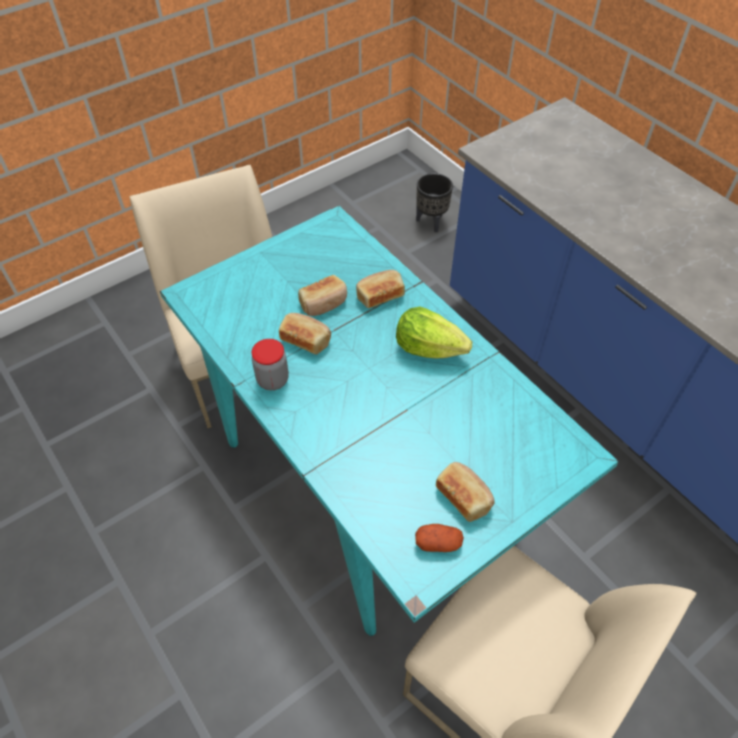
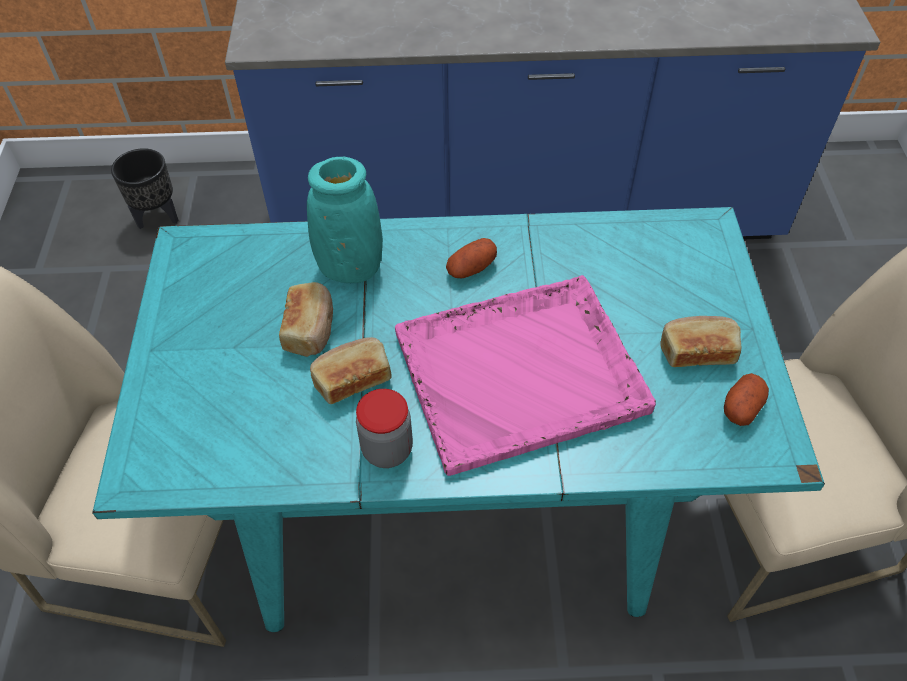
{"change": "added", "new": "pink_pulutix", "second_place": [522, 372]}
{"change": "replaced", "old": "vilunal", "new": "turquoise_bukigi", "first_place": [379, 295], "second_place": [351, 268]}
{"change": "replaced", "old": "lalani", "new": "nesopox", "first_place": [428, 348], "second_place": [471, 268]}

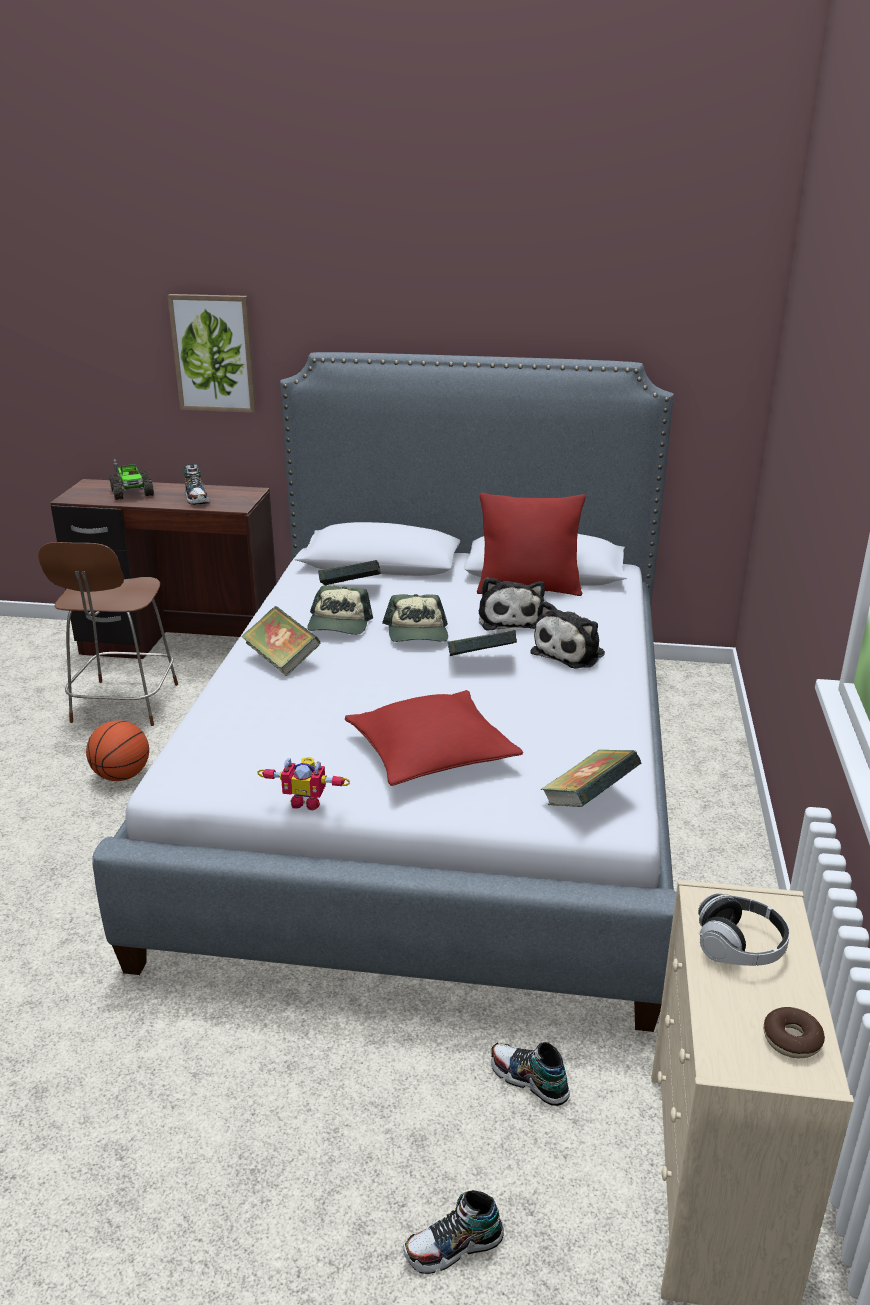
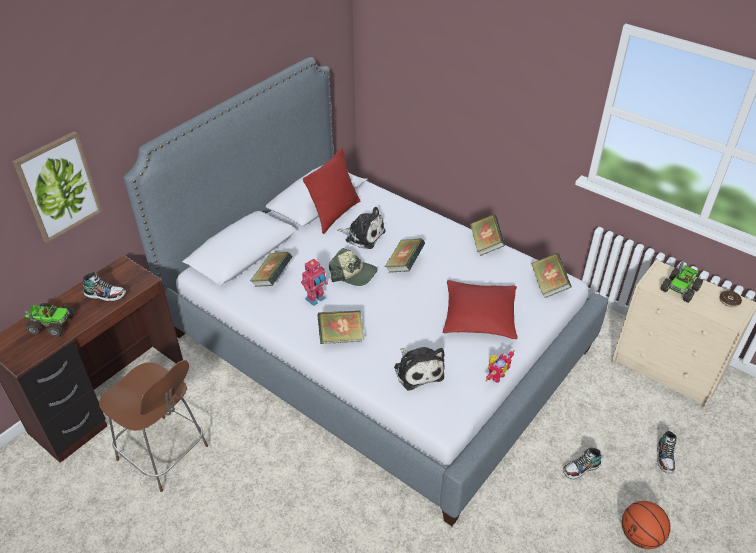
{"change": "added", "new": "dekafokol", "second_place": [485, 244]}
{"change": "moved", "old": "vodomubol", "first_place": [122, 776], "second_place": [640, 536]}
{"change": "moved", "old": "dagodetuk", "first_place": [528, 1080], "second_place": [581, 469]}
{"change": "moved", "old": "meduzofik", "first_place": [571, 652], "second_place": [418, 370]}
{"change": "replaced", "old": "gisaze", "new": "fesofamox", "first_place": [339, 625], "second_place": [316, 299]}
{"change": "replaced", "old": "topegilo", "new": "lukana", "first_place": [739, 947], "second_place": [680, 289]}

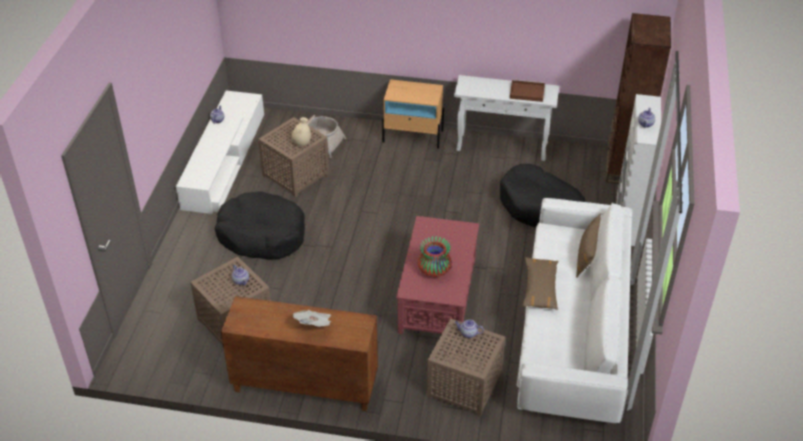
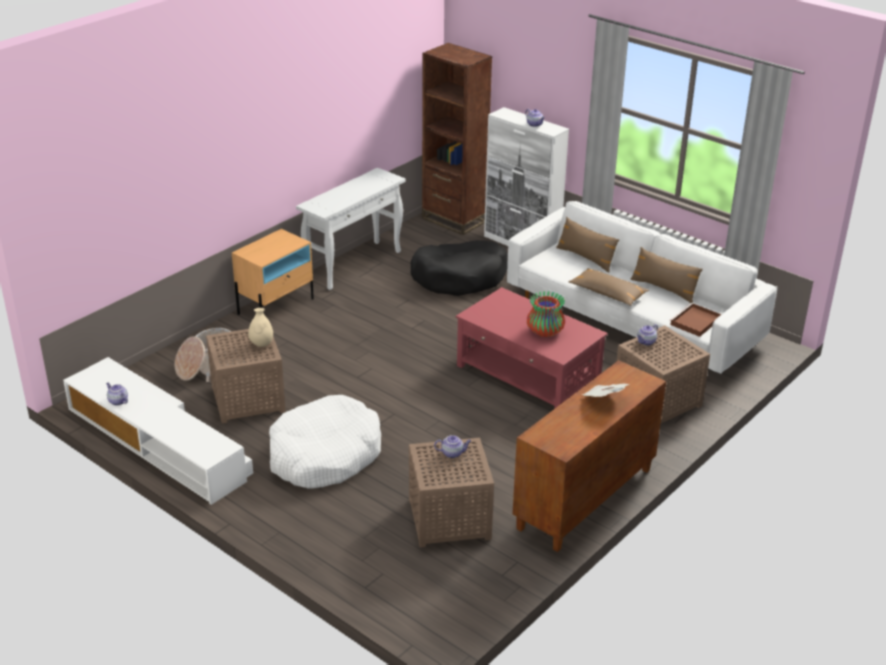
{"change": "added", "new": "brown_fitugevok", "second_place": [664, 289]}
{"change": "moved", "old": "brown_pulutix", "first_place": [526, 92], "second_place": [695, 322]}
{"change": "recoloured", "old": "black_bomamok", "new": "white_bomamok", "first_place": [262, 235], "second_place": [324, 455]}

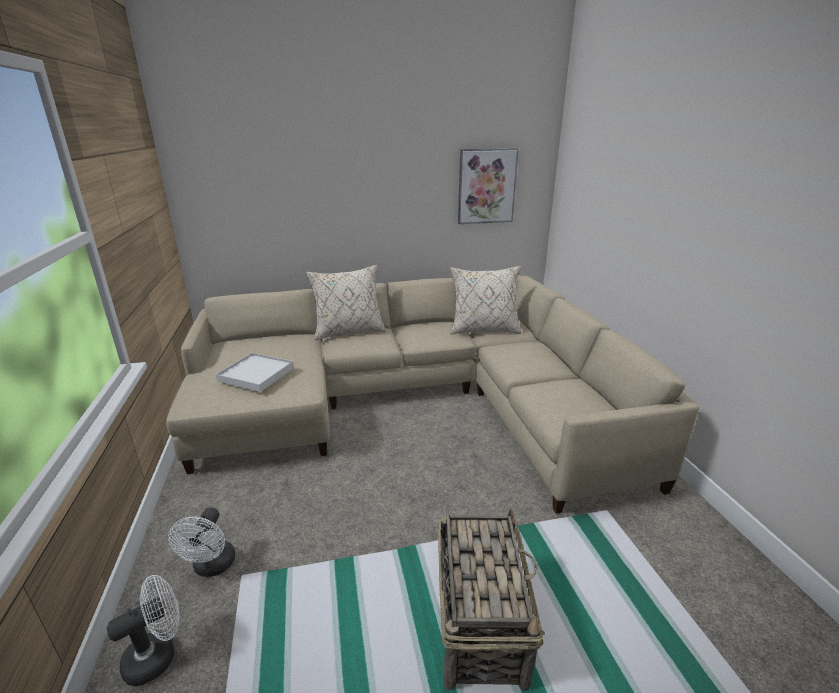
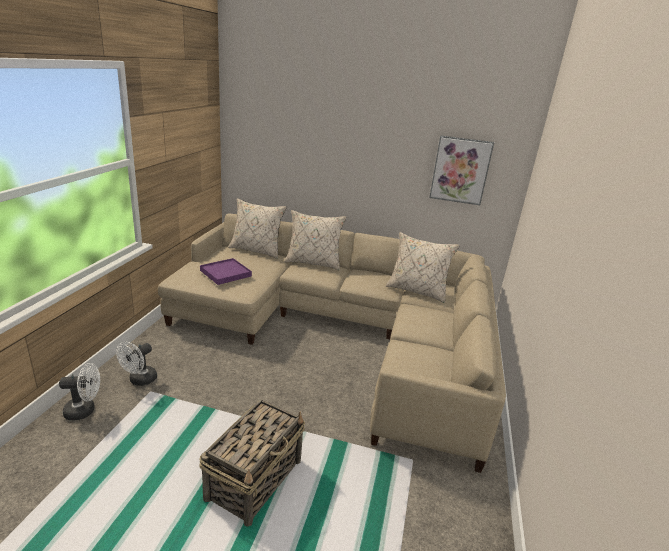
{"change": "added", "new": "beige_fitugevok", "second_place": [256, 250]}
{"change": "recoloured", "old": "white_pulutix", "new": "purple_pulutix", "first_place": [256, 374], "second_place": [225, 273]}

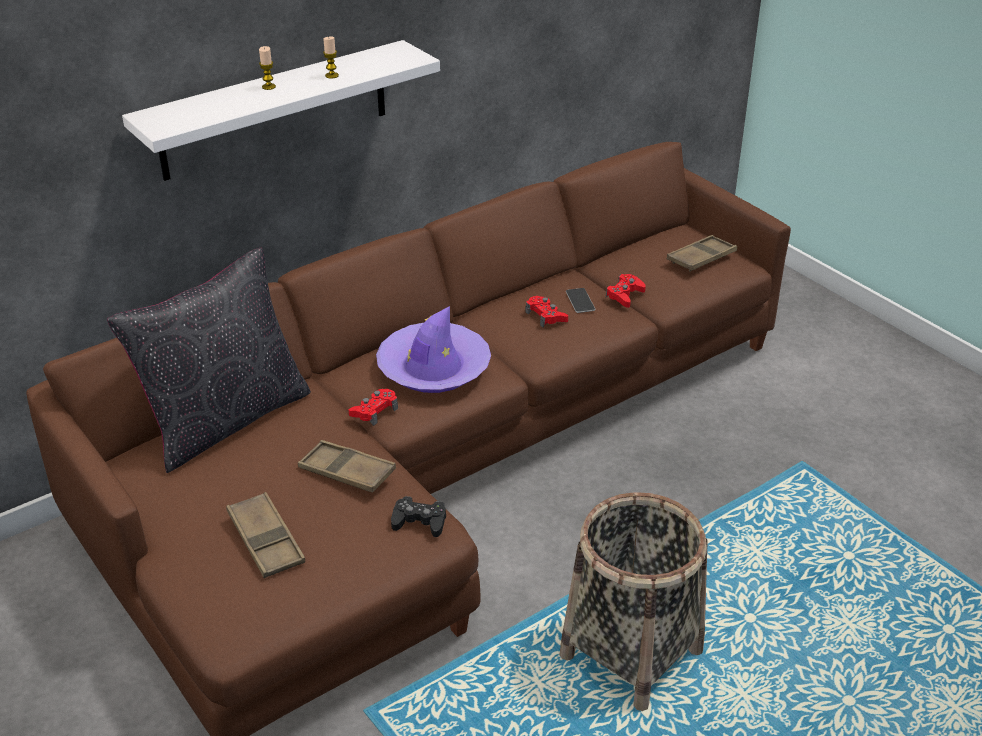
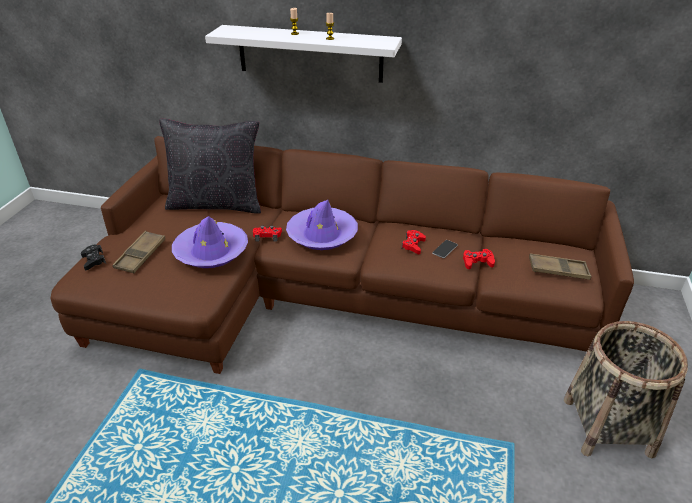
{"change": "moved", "old": "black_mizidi", "first_place": [419, 521], "second_place": [94, 260]}
{"change": "moved", "old": "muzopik", "first_place": [631, 654], "second_place": [607, 427]}
{"change": "replaced", "old": "brown_pulutix", "new": "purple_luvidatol", "first_place": [347, 472], "second_place": [211, 251]}

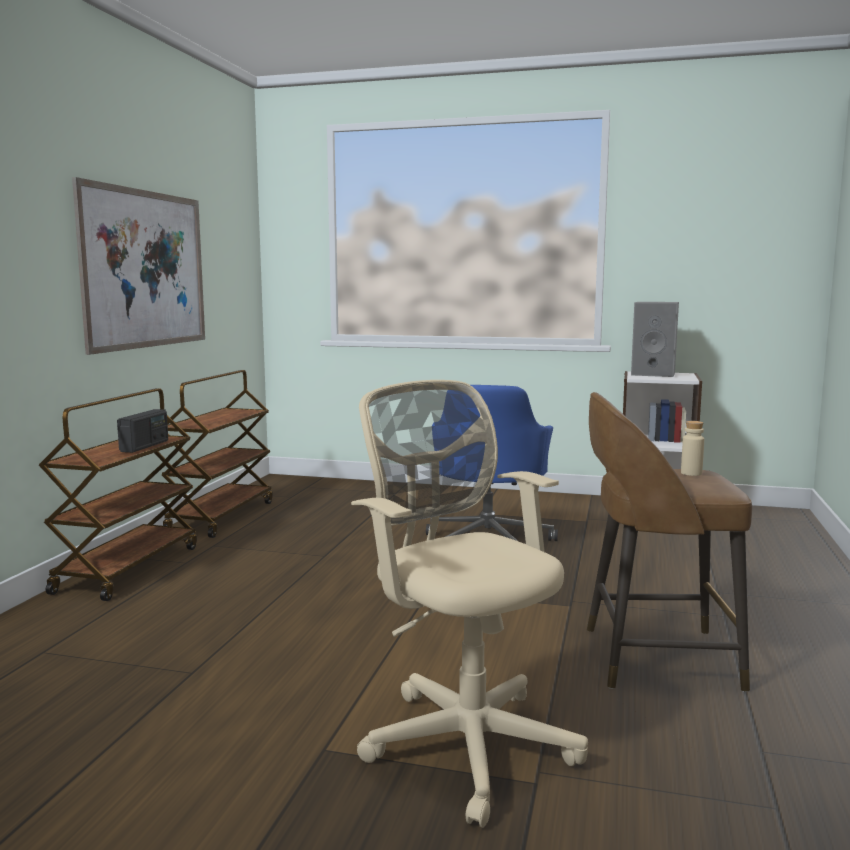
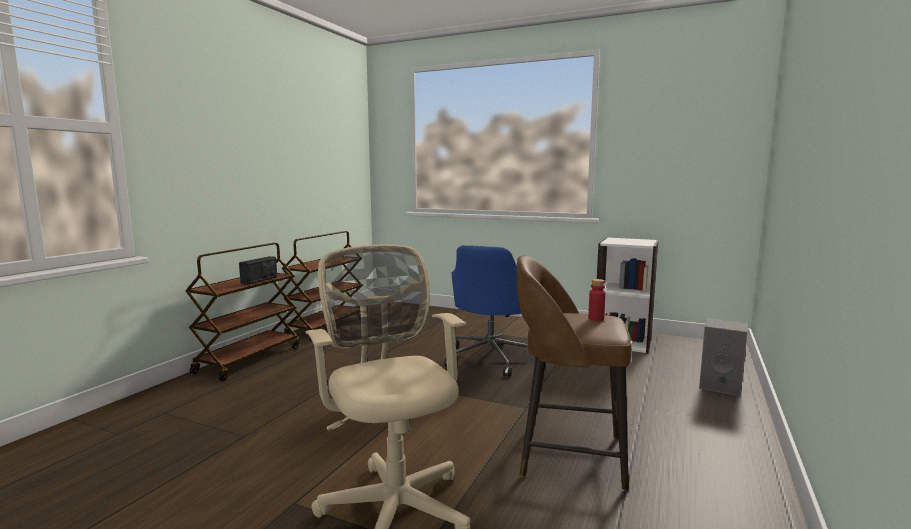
{"change": "removed", "old": "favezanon", "first_place": [146, 269]}
{"change": "moved", "old": "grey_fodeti", "first_place": [654, 374], "second_place": [721, 386]}
{"change": "recoloured", "old": "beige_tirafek", "new": "red_tirafek", "first_place": [691, 473], "second_place": [596, 319]}

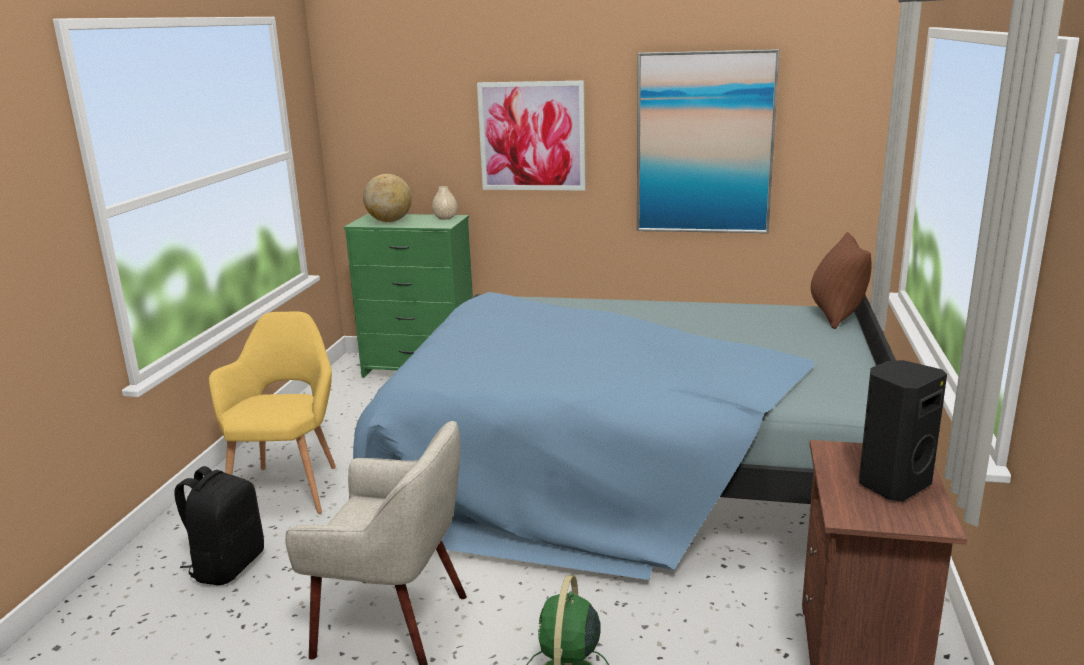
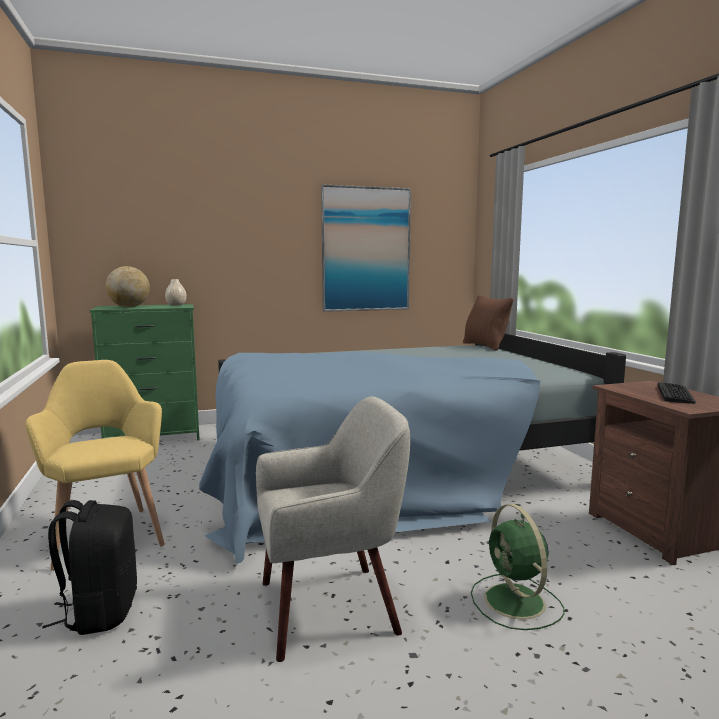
{"change": "removed", "old": "favezanon", "first_place": [532, 136]}
{"change": "replaced", "old": "black_fodeti", "new": "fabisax", "first_place": [891, 484], "second_place": [675, 394]}

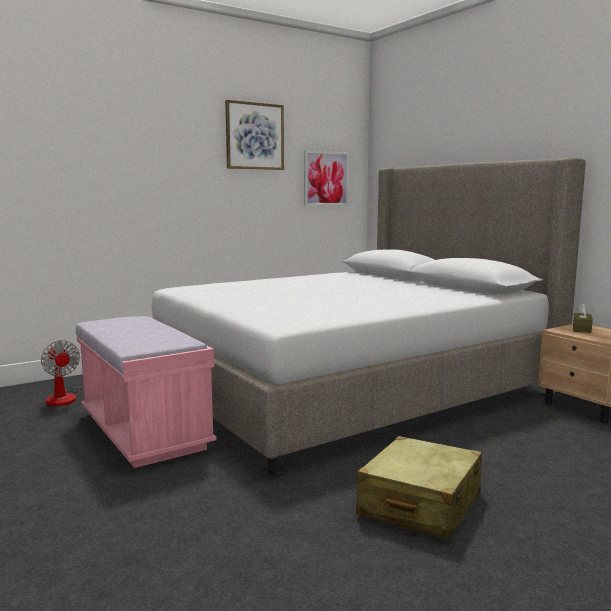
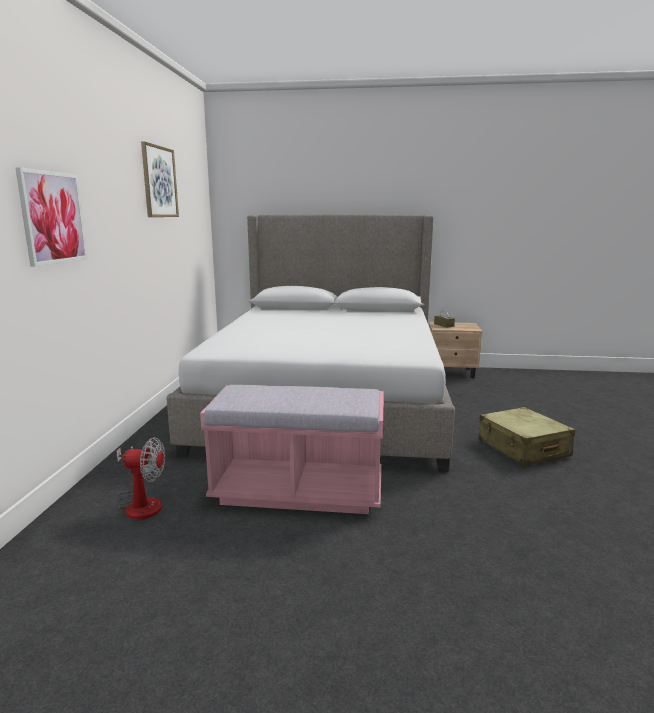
{"change": "moved", "old": "favezanon", "first_place": [326, 178], "second_place": [53, 218]}

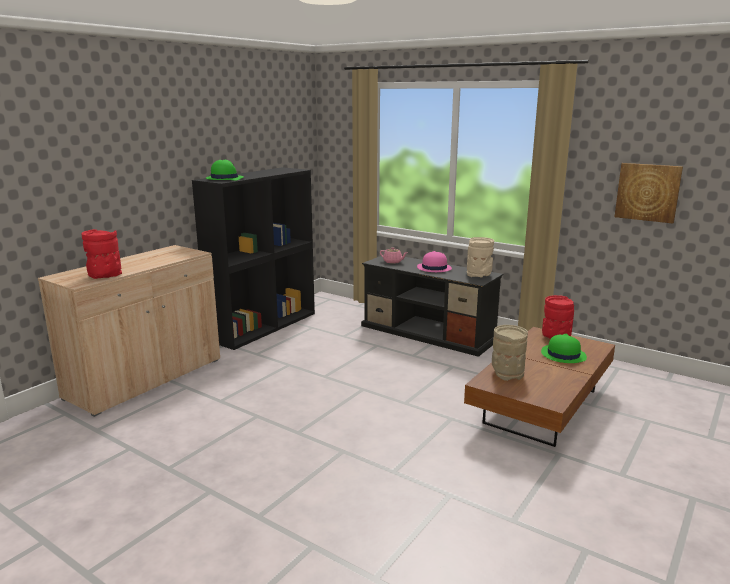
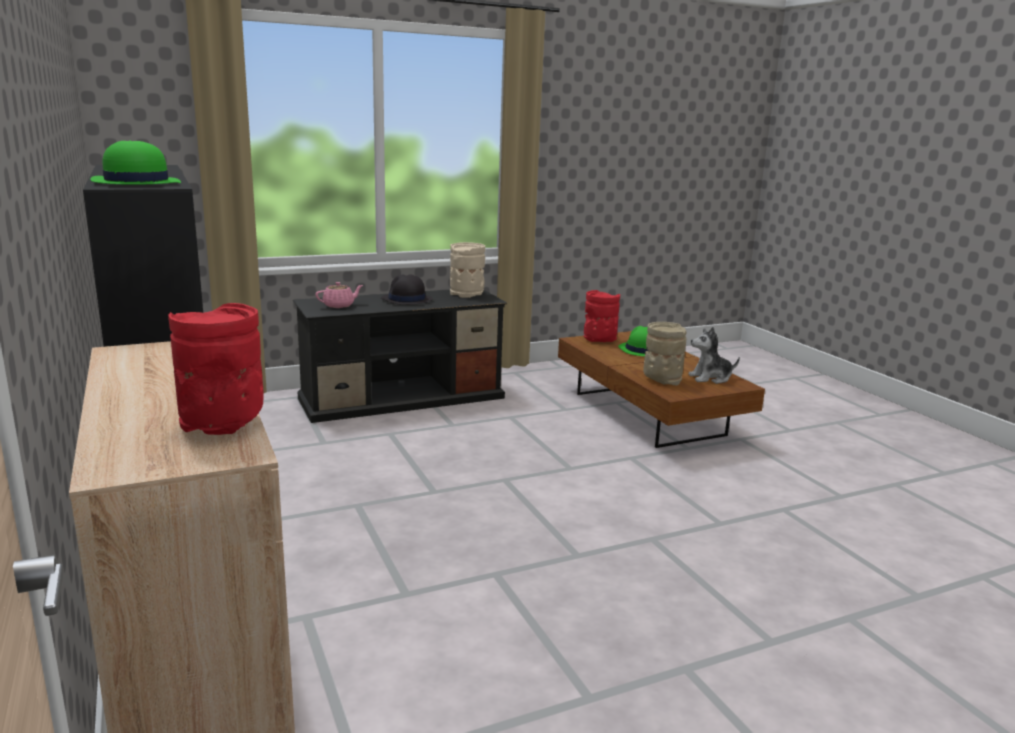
{"change": "removed", "old": "favezanon", "first_place": [647, 192]}
{"change": "added", "new": "meduzofik", "second_place": [710, 378]}
{"change": "recoloured", "old": "pink_luvidatol", "new": "black_luvidatol", "first_place": [434, 268], "second_place": [406, 300]}

